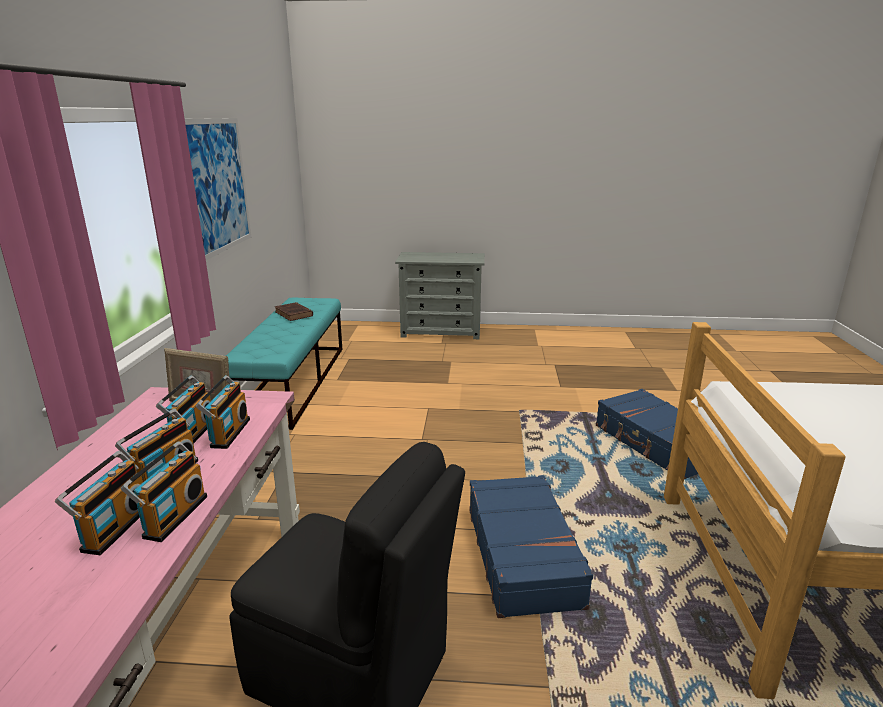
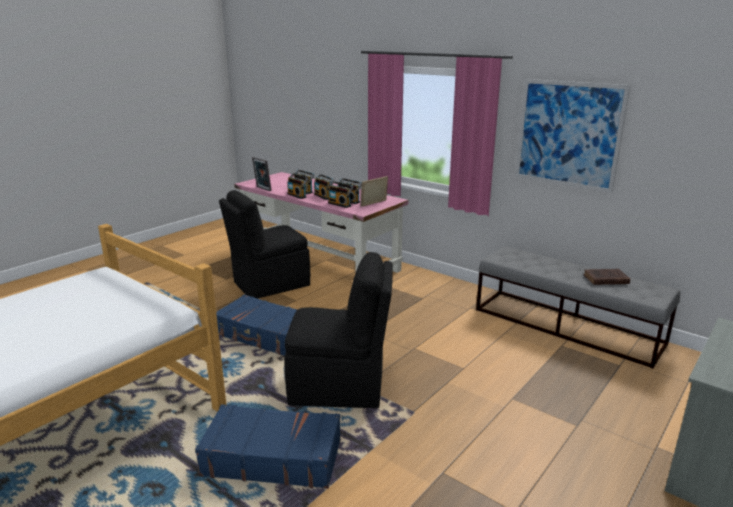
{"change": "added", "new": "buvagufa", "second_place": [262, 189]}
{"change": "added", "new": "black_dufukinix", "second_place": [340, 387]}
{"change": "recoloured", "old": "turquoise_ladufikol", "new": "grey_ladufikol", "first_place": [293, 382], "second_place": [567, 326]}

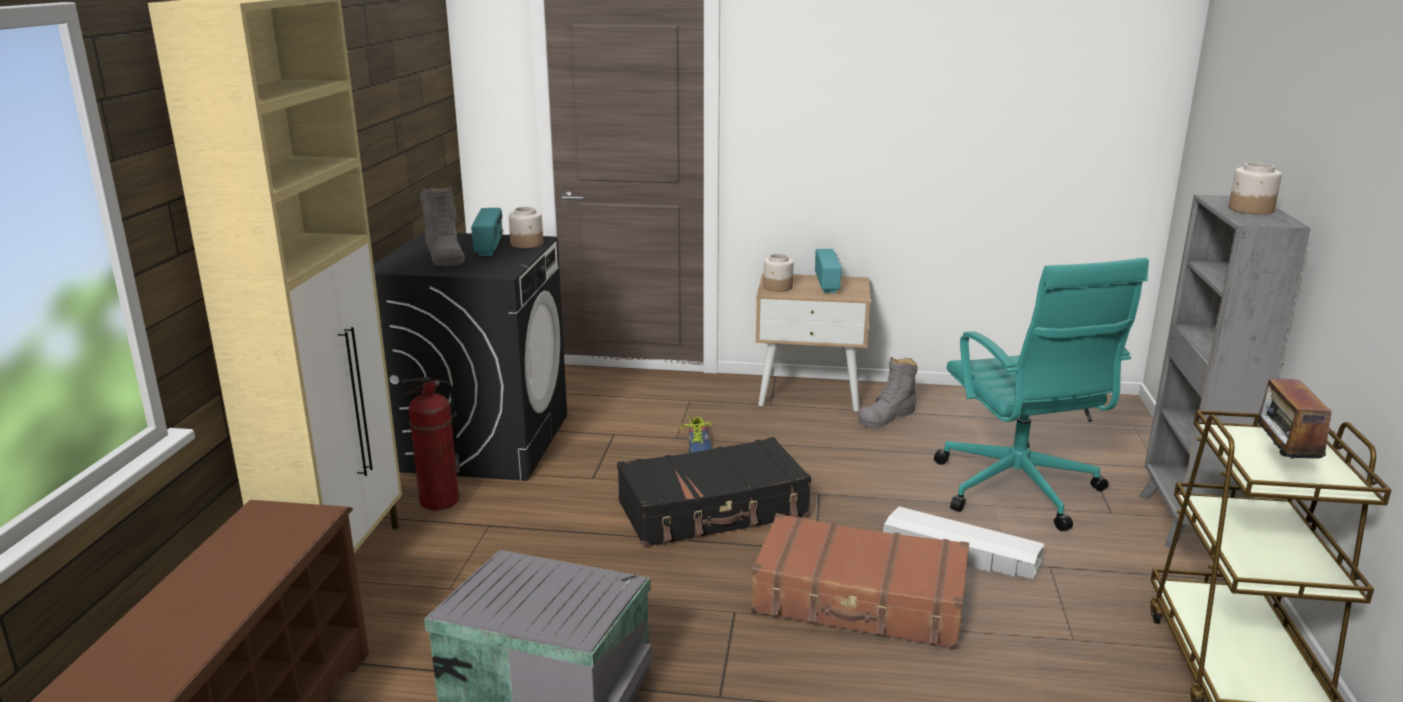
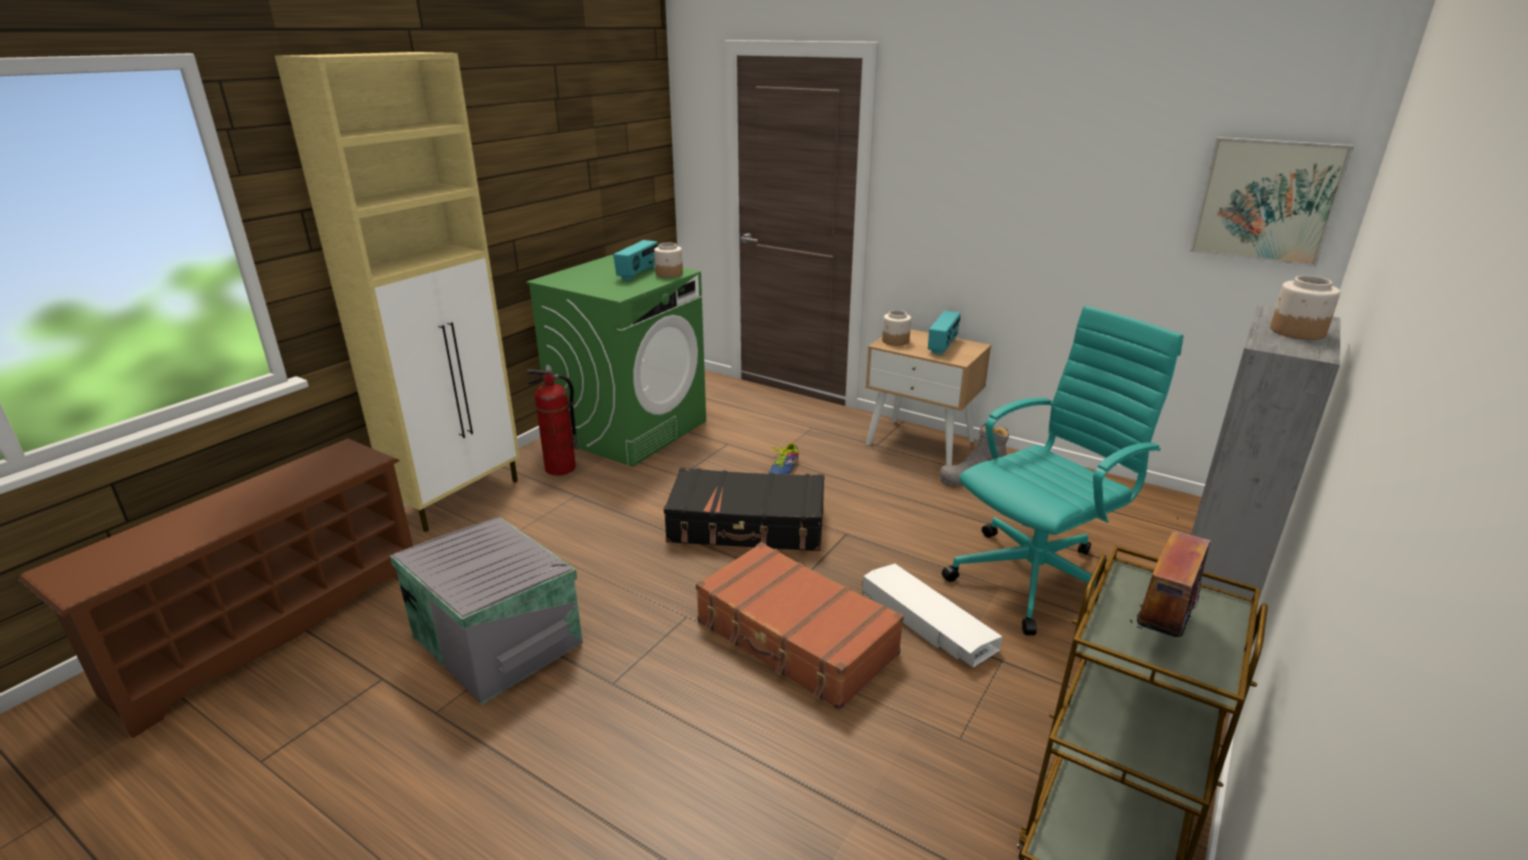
{"change": "removed", "old": "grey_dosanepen", "first_place": [445, 256]}
{"change": "added", "new": "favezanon", "second_place": [1266, 201]}
{"change": "recoloured", "old": "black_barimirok", "new": "green_barimirok", "first_place": [484, 442], "second_place": [630, 429]}
{"change": "turned", "old": "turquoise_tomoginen", "first_place": [1018, 490], "second_place": [1037, 578], "degrees": -135}

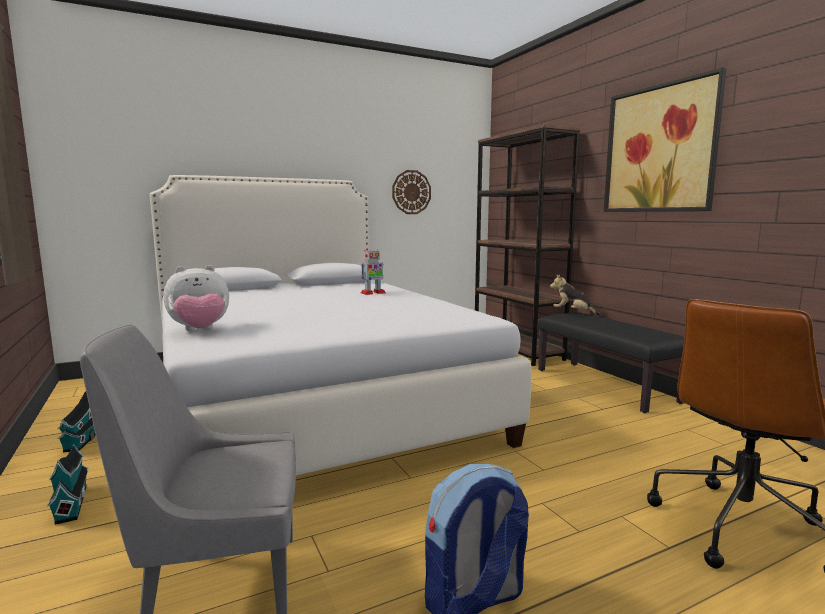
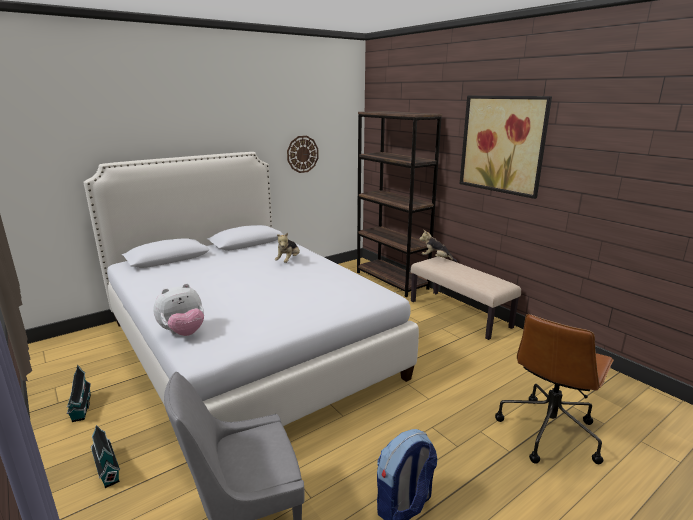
{"change": "replaced", "old": "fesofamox", "new": "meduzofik", "first_place": [372, 293], "second_place": [288, 261]}
{"change": "recoloured", "old": "black_ladufikol", "new": "beige_ladufikol", "first_place": [605, 385], "second_place": [459, 314]}

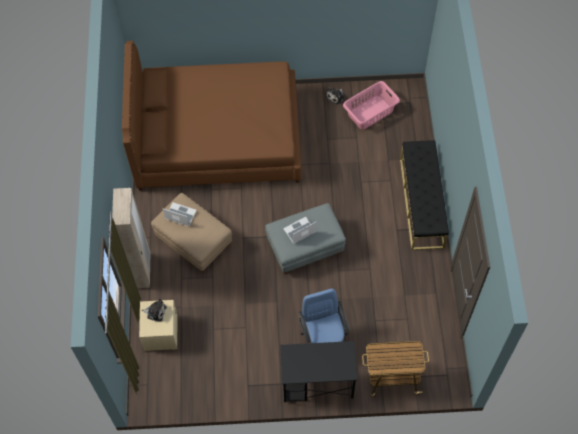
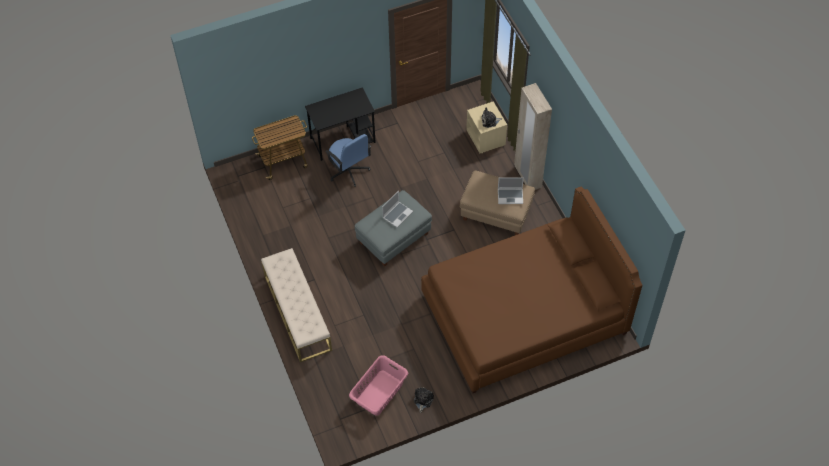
{"change": "recoloured", "old": "black_ladufikol", "new": "beige_ladufikol", "first_place": [421, 202], "second_place": [297, 312]}

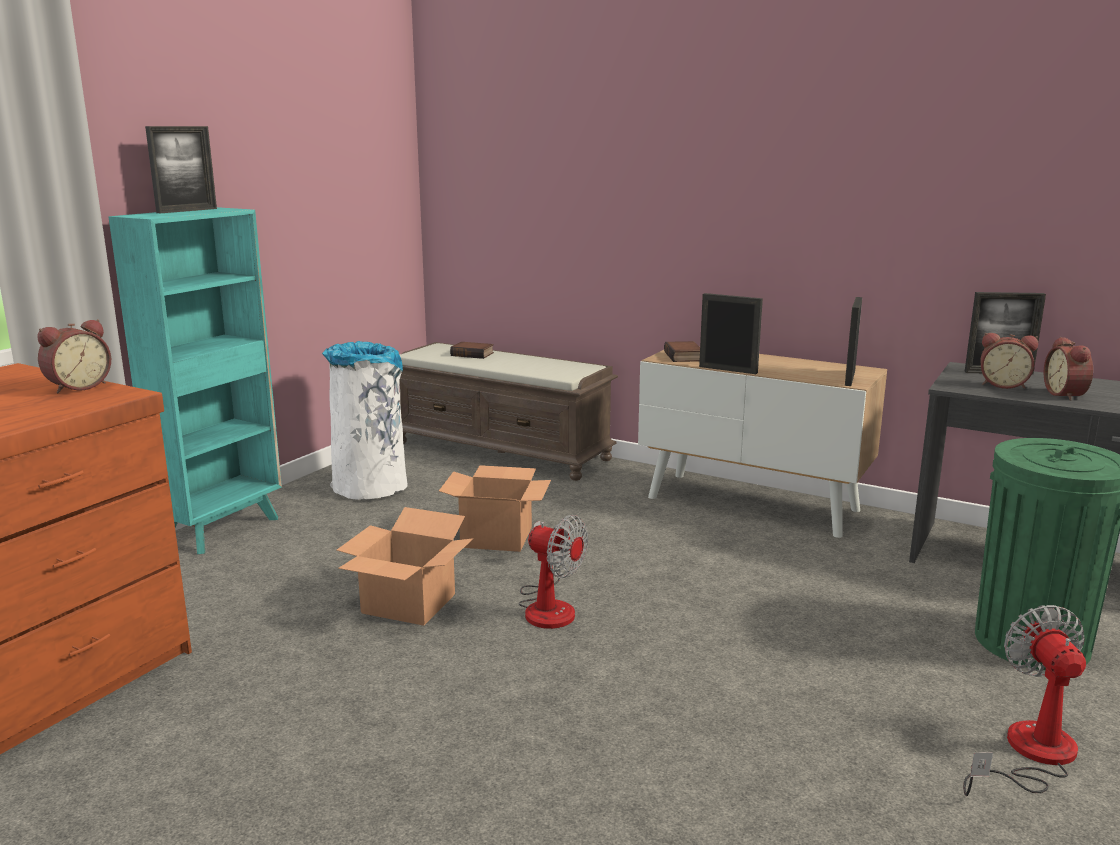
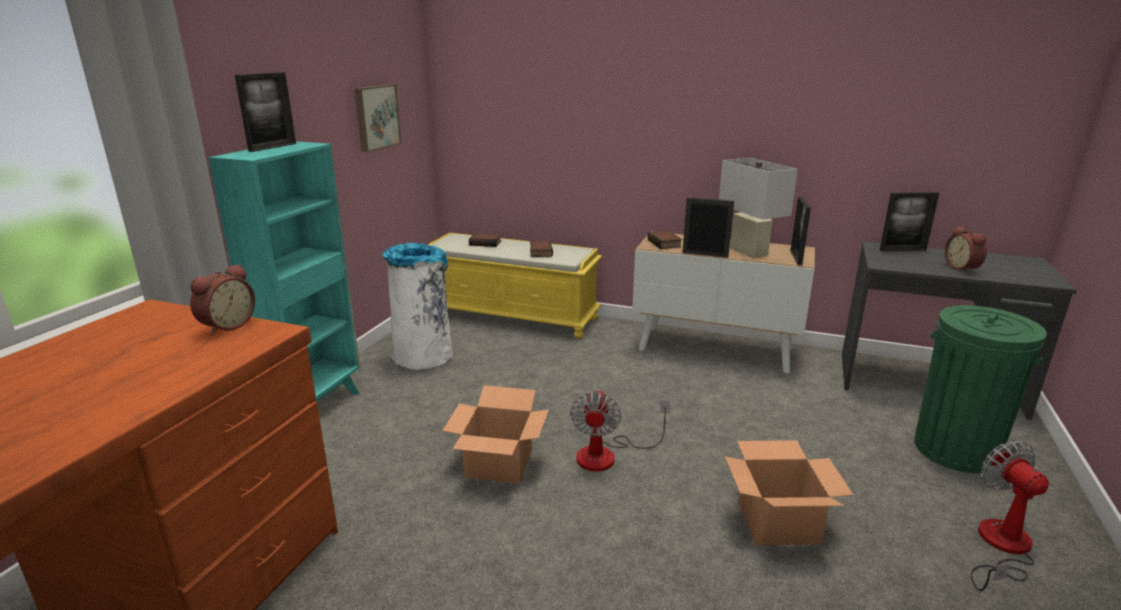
{"change": "removed", "old": "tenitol", "first_place": [1003, 385]}
{"change": "added", "new": "favezanon", "second_place": [376, 117]}
{"change": "added", "new": "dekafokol", "second_place": [540, 252]}
{"change": "added", "new": "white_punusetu", "second_place": [748, 251]}
{"change": "moved", "old": "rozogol", "first_place": [495, 537], "second_place": [777, 523]}
{"change": "recoloured", "old": "brown_ladufikol", "new": "yellow_ladufikol", "first_place": [503, 451], "second_place": [513, 316]}
{"change": "turned", "old": "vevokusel", "first_place": [548, 606], "second_place": [608, 455], "degrees": 75}

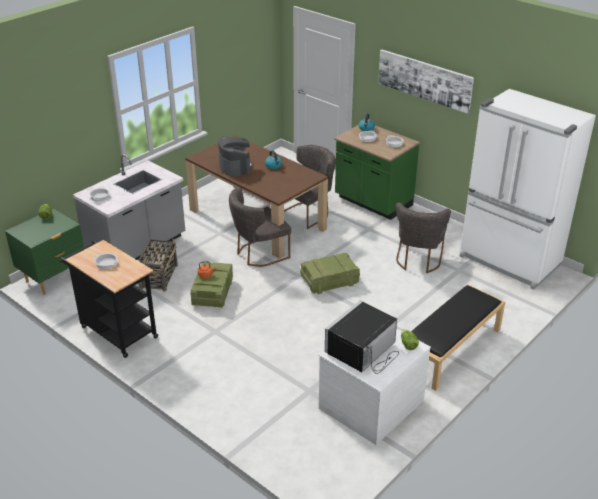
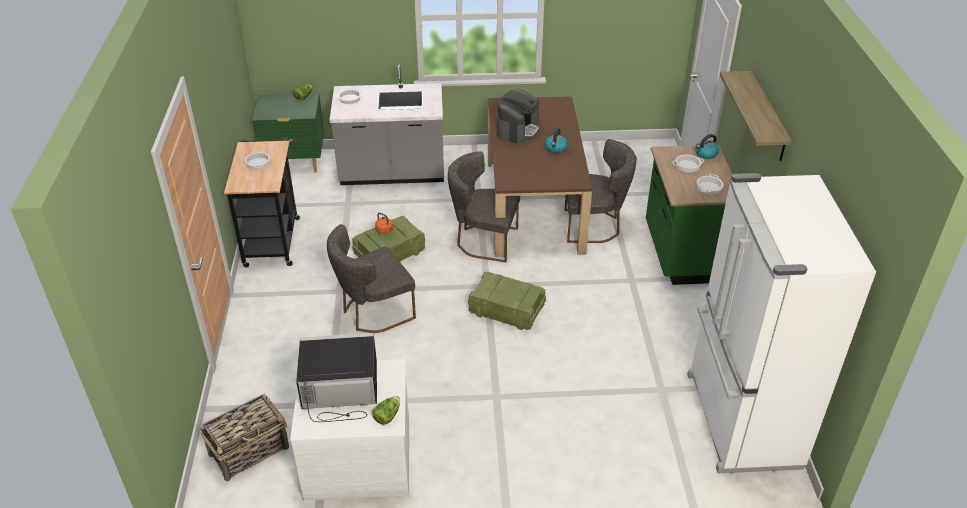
{"change": "removed", "old": "black_ladufikol", "first_place": [450, 349]}
{"change": "moved", "old": "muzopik", "first_place": [159, 276], "second_place": [250, 450]}
{"change": "moved", "old": "grey_dufukinix", "first_place": [418, 261], "second_place": [373, 312]}
{"change": "replaced", "old": "favezanon", "new": "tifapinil", "first_place": [424, 80], "second_place": [767, 117]}

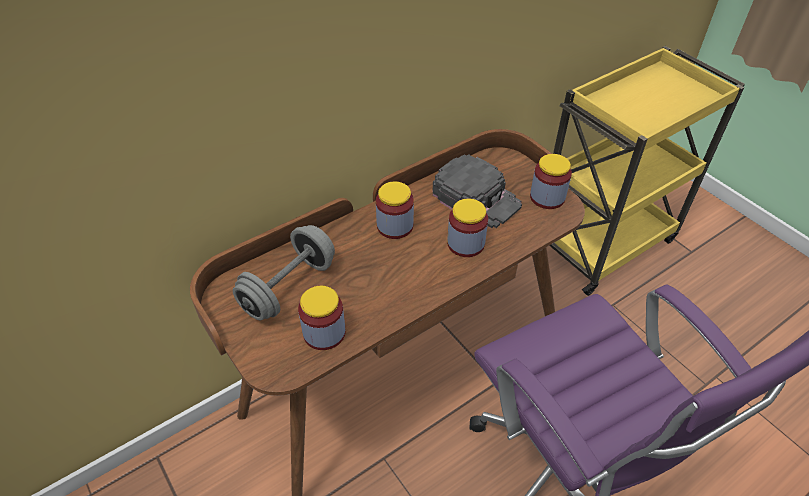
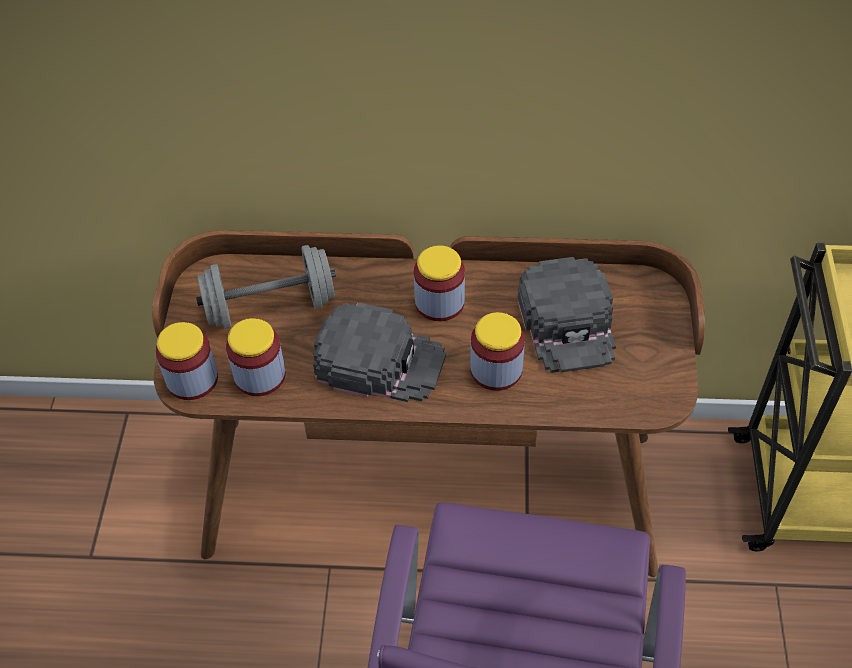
{"change": "added", "new": "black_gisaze", "second_place": [380, 361]}
{"change": "moved", "old": "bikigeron", "first_place": [547, 197], "second_place": [192, 379]}

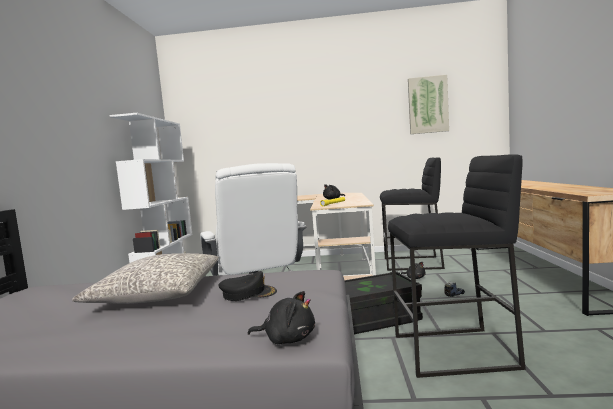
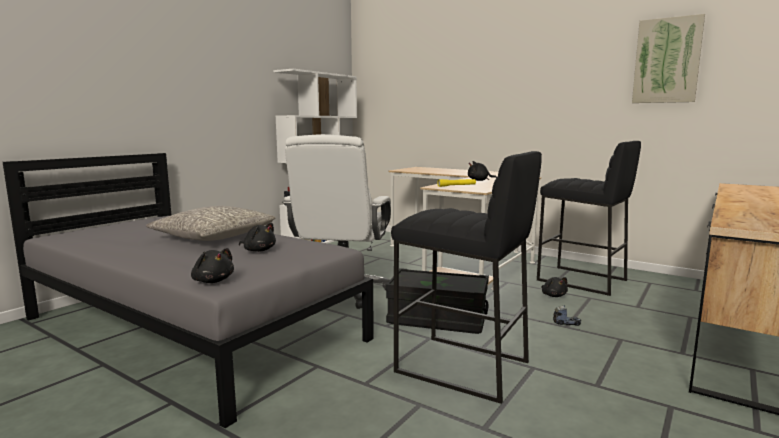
{"change": "replaced", "old": "black_gisaze", "new": "black_meduzofik", "first_place": [248, 293], "second_place": [259, 250]}

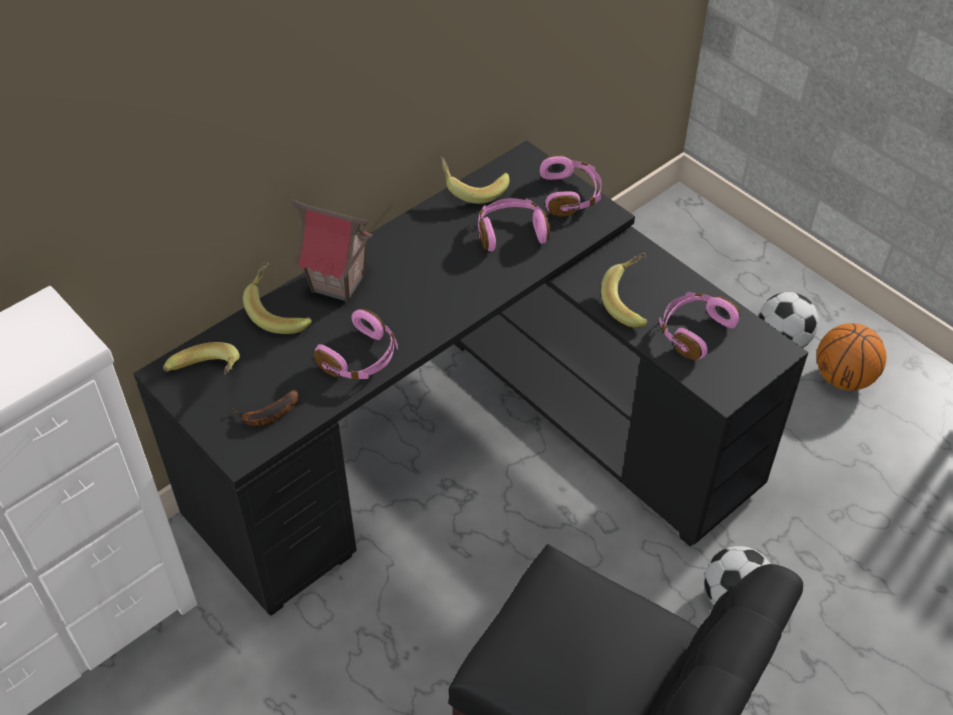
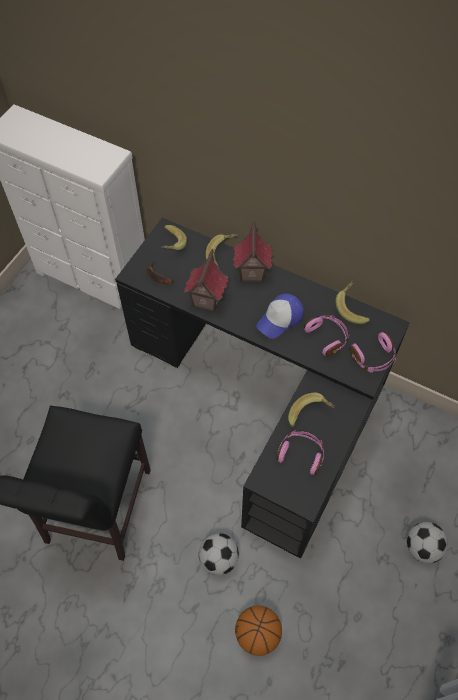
{"change": "added", "new": "gisaze", "second_place": [280, 319]}
{"change": "moved", "old": "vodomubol", "first_place": [843, 378], "second_place": [257, 633]}
{"change": "replaced", "old": "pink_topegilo", "new": "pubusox", "first_place": [361, 358], "second_place": [206, 300]}

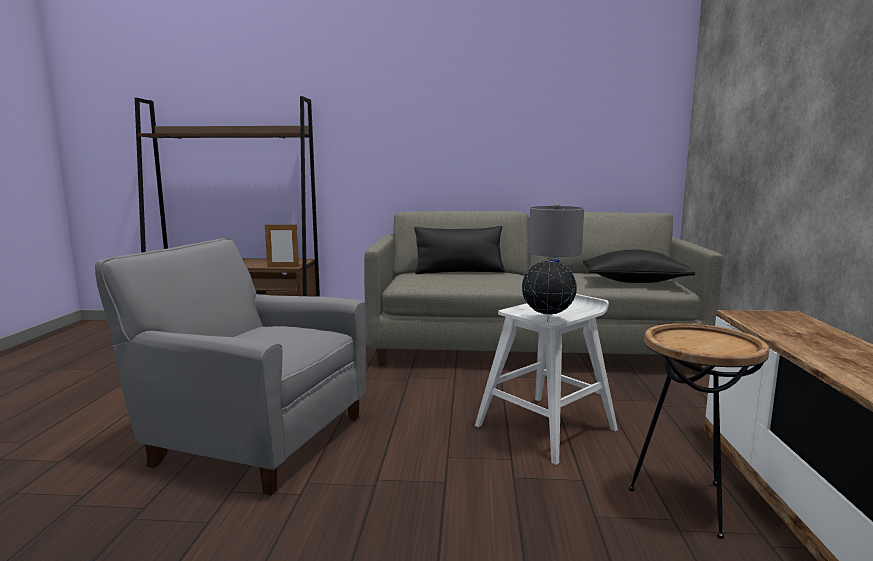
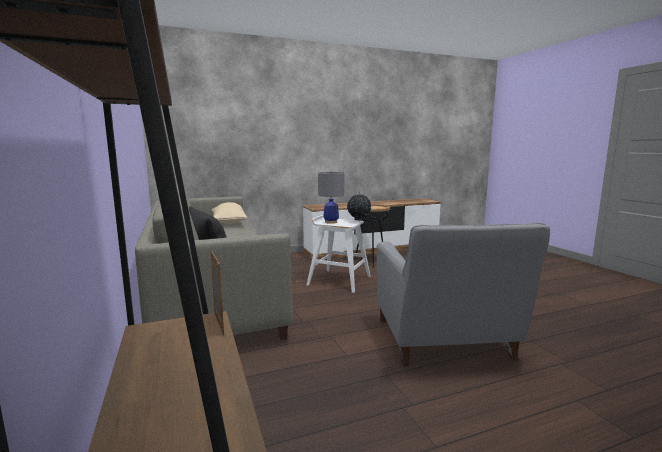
{"change": "recoloured", "old": "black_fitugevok", "new": "beige_fitugevok", "first_place": [634, 281], "second_place": [228, 222]}

